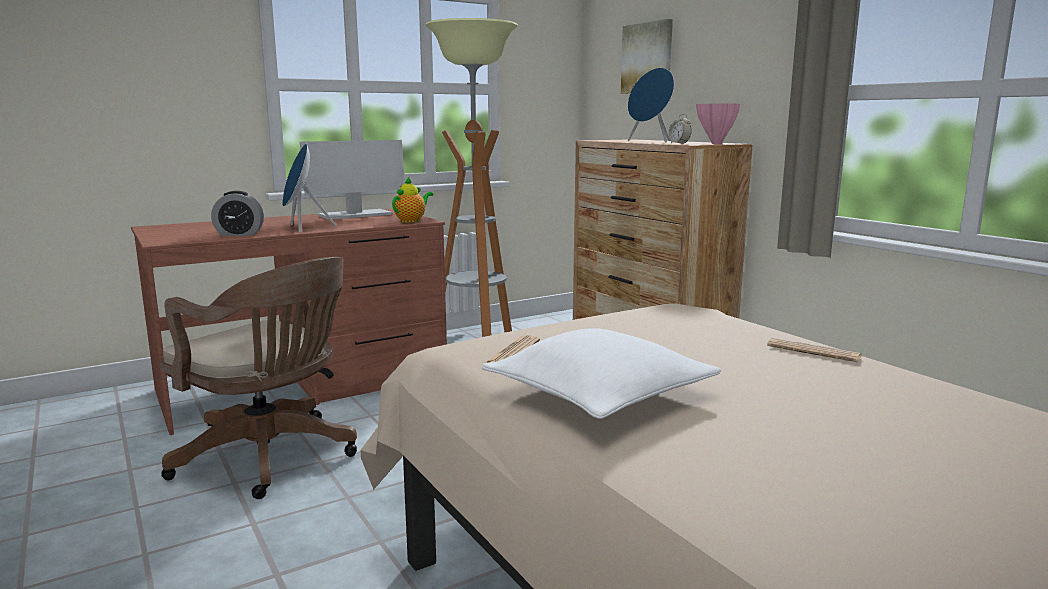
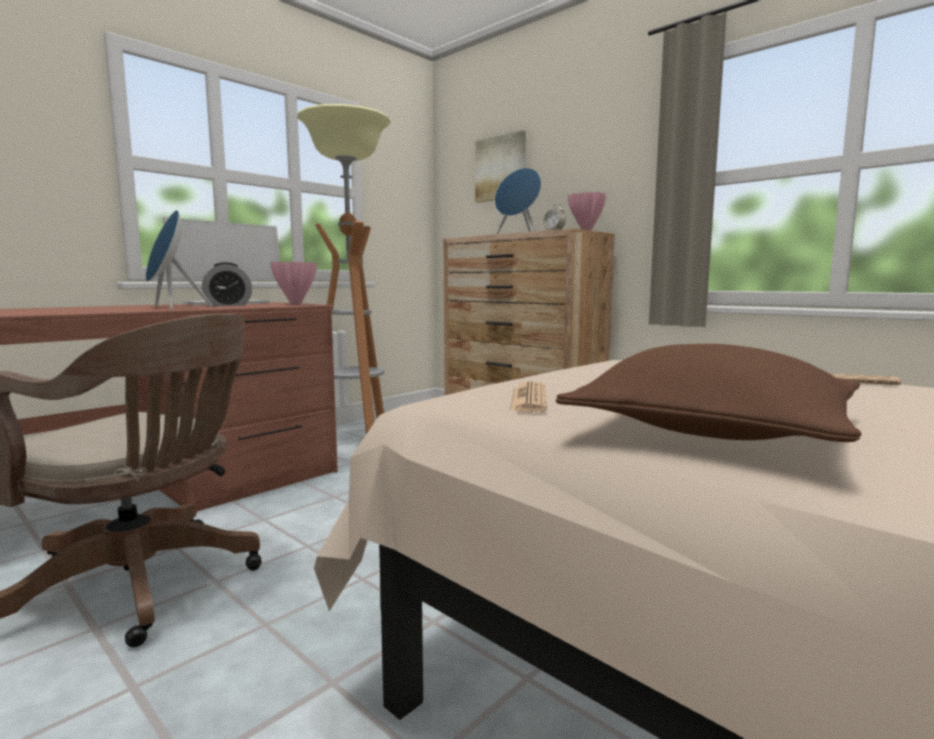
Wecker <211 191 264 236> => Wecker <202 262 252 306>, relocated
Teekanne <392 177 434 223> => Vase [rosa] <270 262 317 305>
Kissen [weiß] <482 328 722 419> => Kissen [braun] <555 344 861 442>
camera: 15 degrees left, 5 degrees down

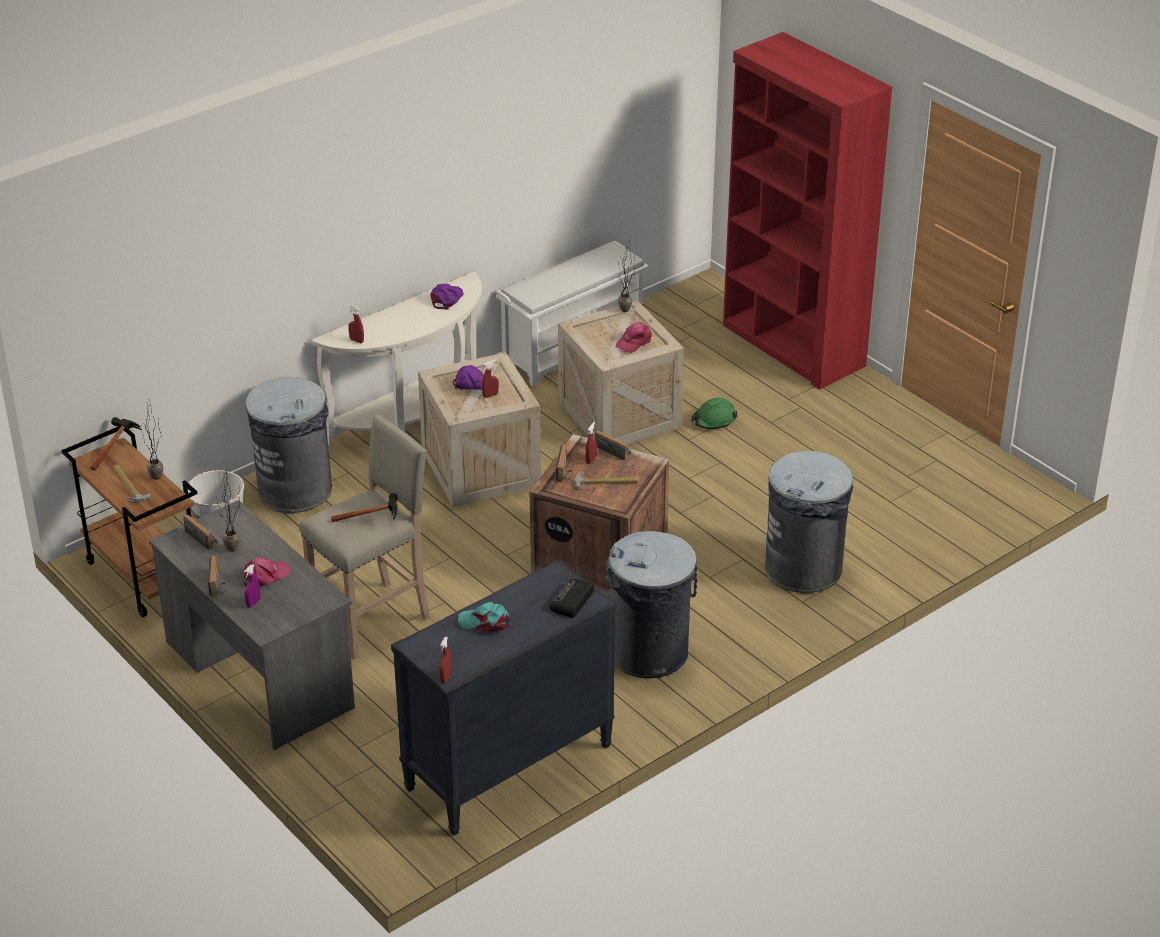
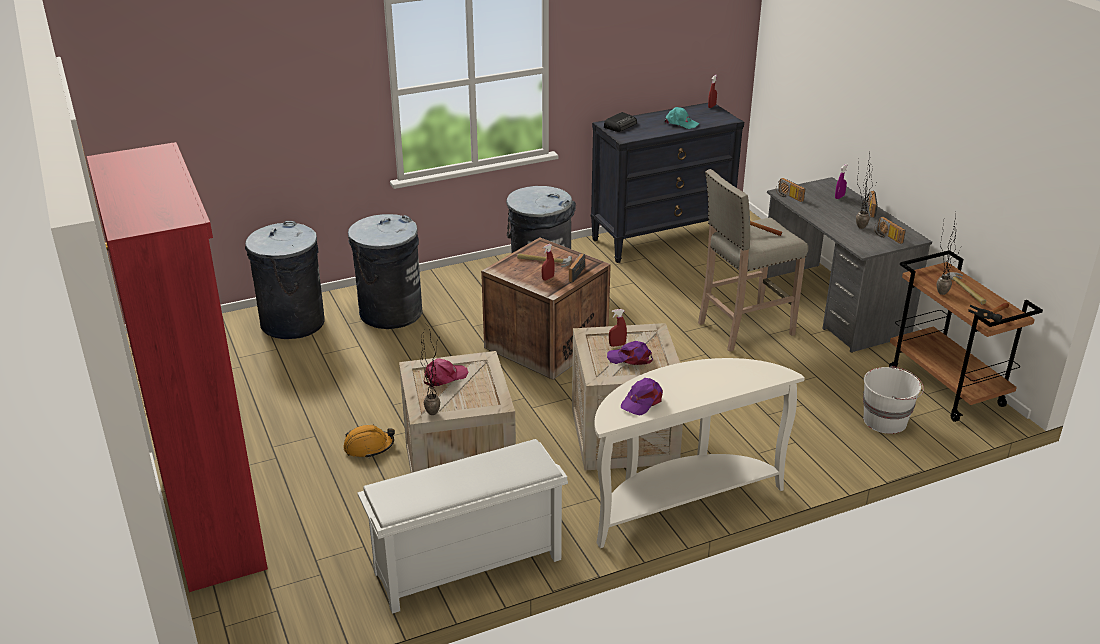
Mülleimer [grau] <245 377 332 513> => Mülleimer [grau] <245 221 325 339>, relocated
Schutzhelm [grün] <691 398 738 429> => Schutzhelm [orange] <343 425 395 458>
Radio <595 431 631 460> => Radio <776 178 805 202>, relocated
Kappe [rosa] <243 557 291 587> => nothing
Sprühflasche [rot] <348 305 364 343> => nothing
camera: 165 degrees left, 5 degrees down

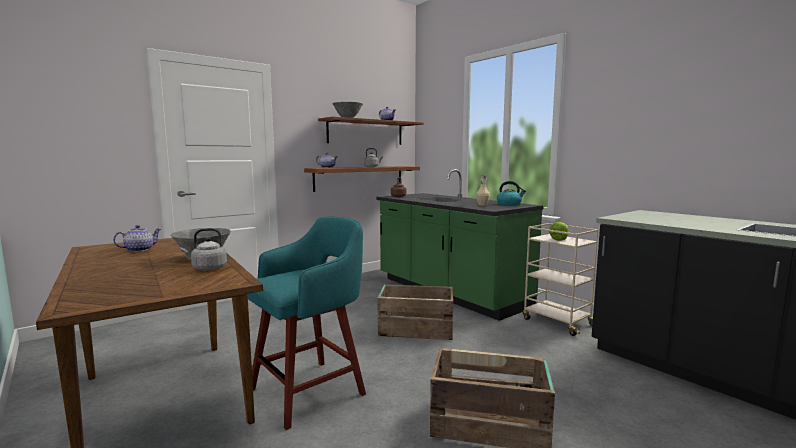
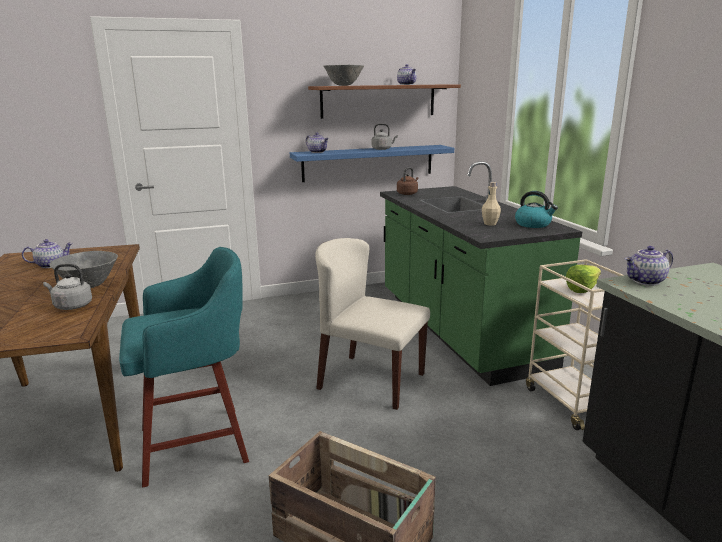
Wandregal [braun] <304 166 420 192> => Wandregal [blau] <290 145 454 182>
Kiste <377 284 453 340> => Stuhl [beige] <315 238 430 410>
nothing => Teekanne <625 246 673 285>
camera: 20 degrees right, 10 degrees up

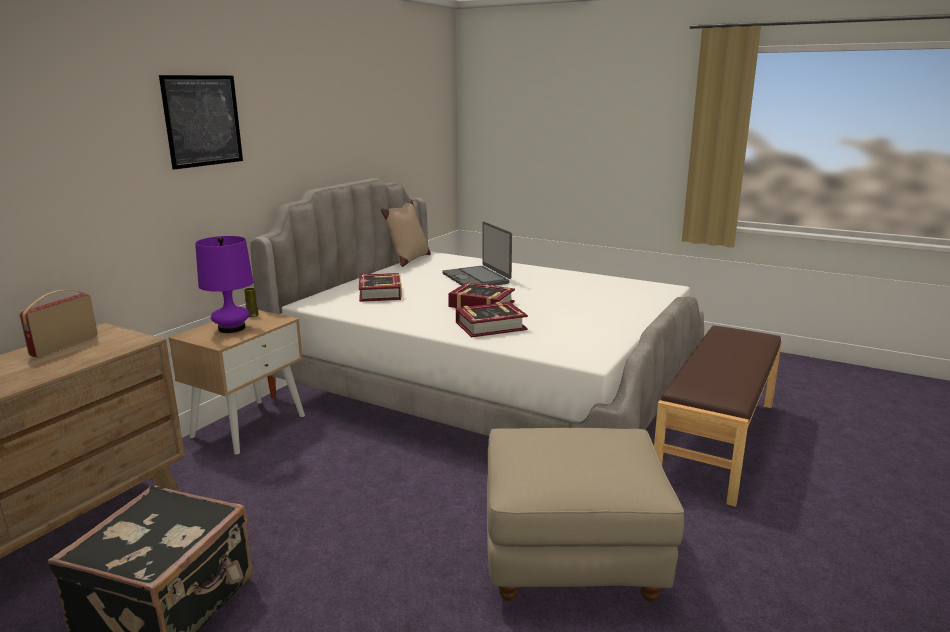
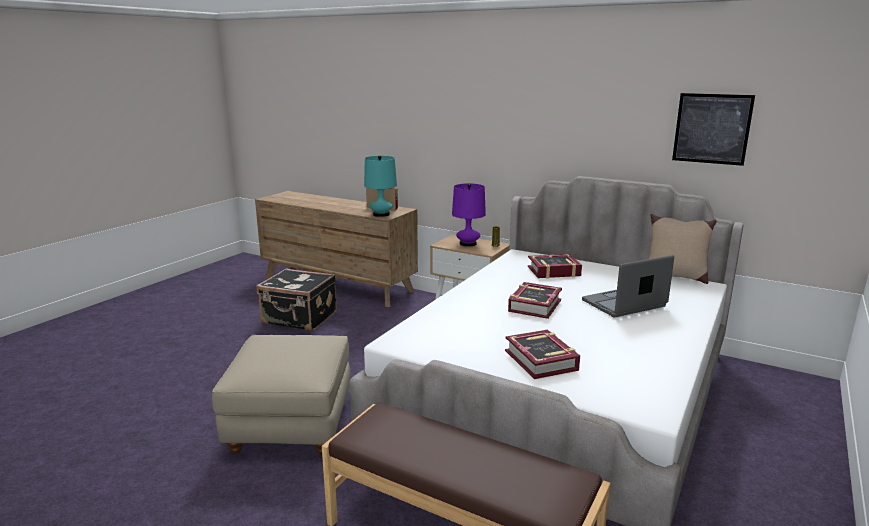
nothing => Tischlampe [türkis] <364 156 397 217>
Buch <456 302 528 337> => Buch <505 330 580 379>, relocated
Bild <159 75 243 170> => Bild <672 93 755 166>, relocated
camera: 90 degrees right, 0 degrees up

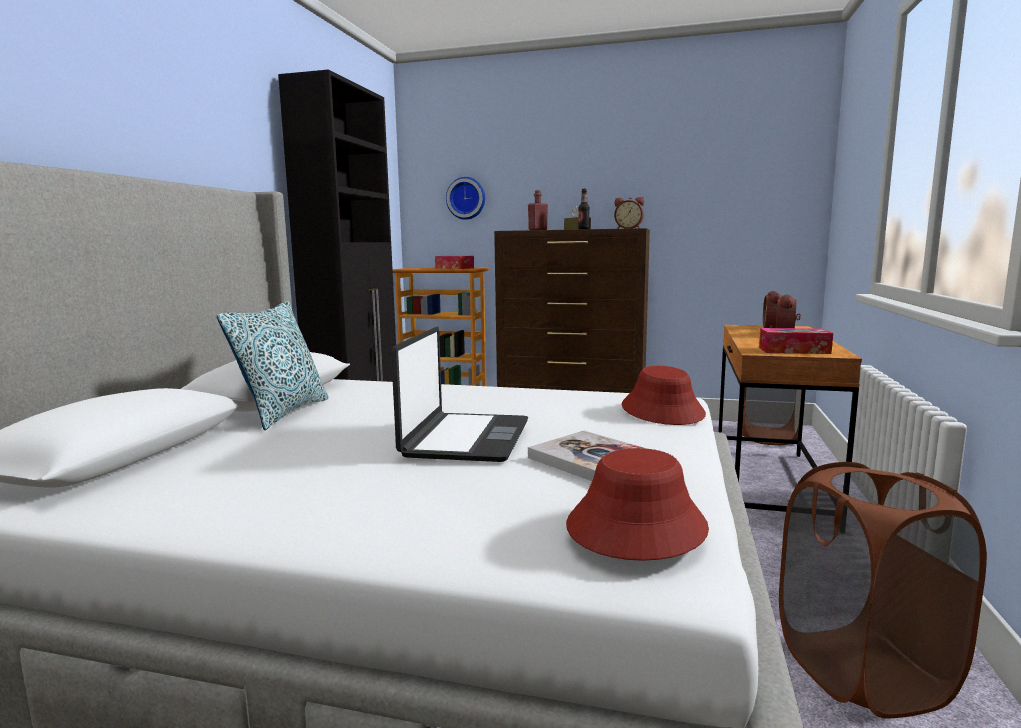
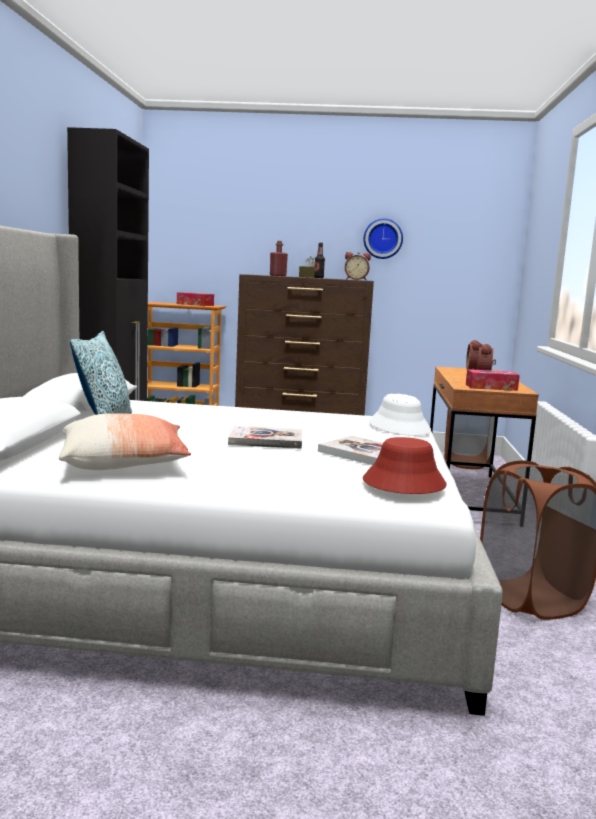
nothing => Kissen <59 413 191 470>
Laptop <391 327 528 462> => Buch <228 425 302 449>
Wanduhr <446 177 485 220> => Wanduhr <364 219 403 259>, relocated
Hut [rot] <622 366 706 425> => Hut [weiß] <369 394 431 436>
camera: 10 degrees left, 0 degrees up

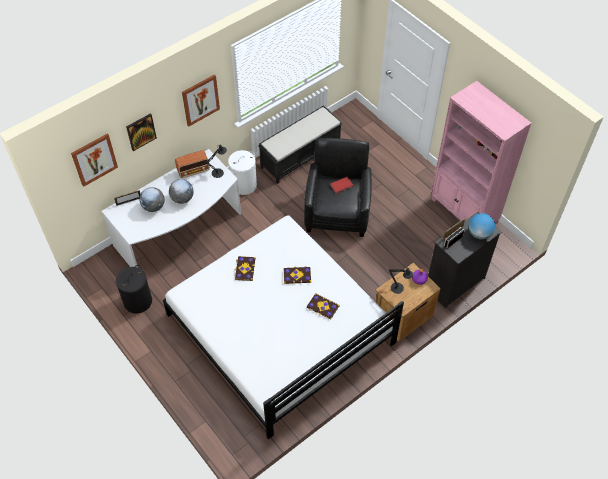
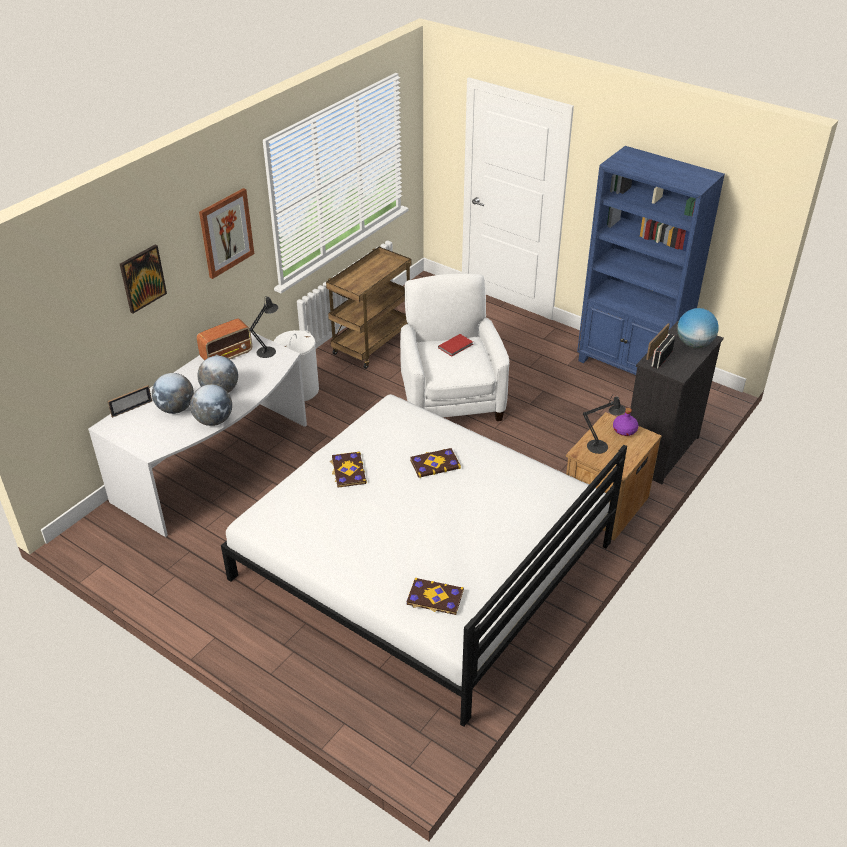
nothing => Globus <190 384 232 426>
Bank [schwarz] <258 105 342 184> => Rollwagen [braun] <326 247 411 369>
Sessel [schwarz] <304 138 372 237> => Sessel [weiß] <400 274 509 421>
Buch <307 293 340 320> => Buch <406 578 464 615>, relocated
Bücherregal [rosa] <431 81 532 225> => Bücherregal [blau] <577 146 725 375>
Bild <71 134 118 187> => nothing
Wäschekorb [schwarz] <116 265 152 314> => nothing
camera: 15 degrees left, 15 degrees down

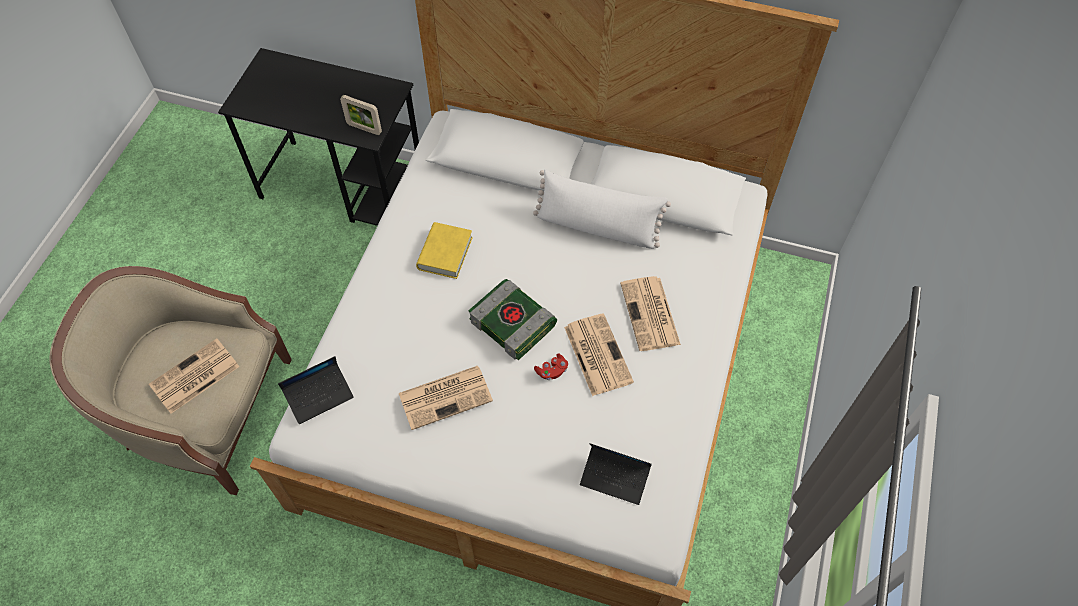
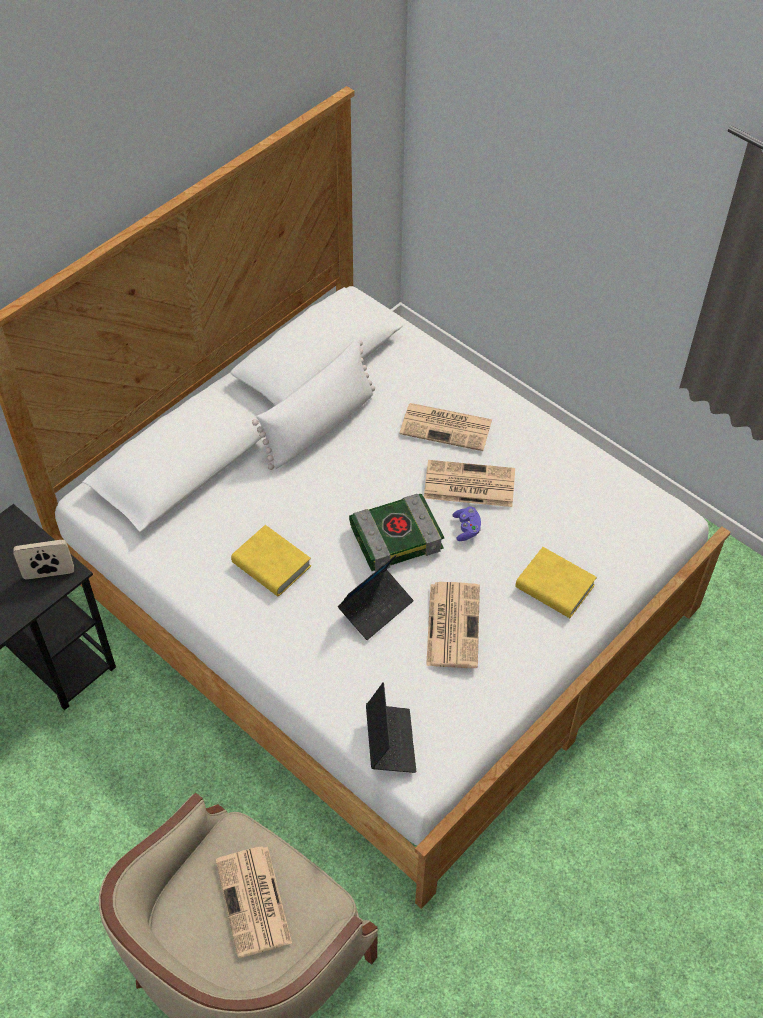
Bilderrahmen <340 95 382 135> => Bilderrahmen <13 540 74 580>, 150 degrees counterclockwise
Laptop <580 443 652 505> => Laptop <338 555 414 640>, relocated
Gamepad [rot] <534 353 568 380> => Gamepad [lila] <452 507 481 541>
nothing => Buch [gelb] <515 547 597 618>
camera: 65 degrees left, 5 degrees down

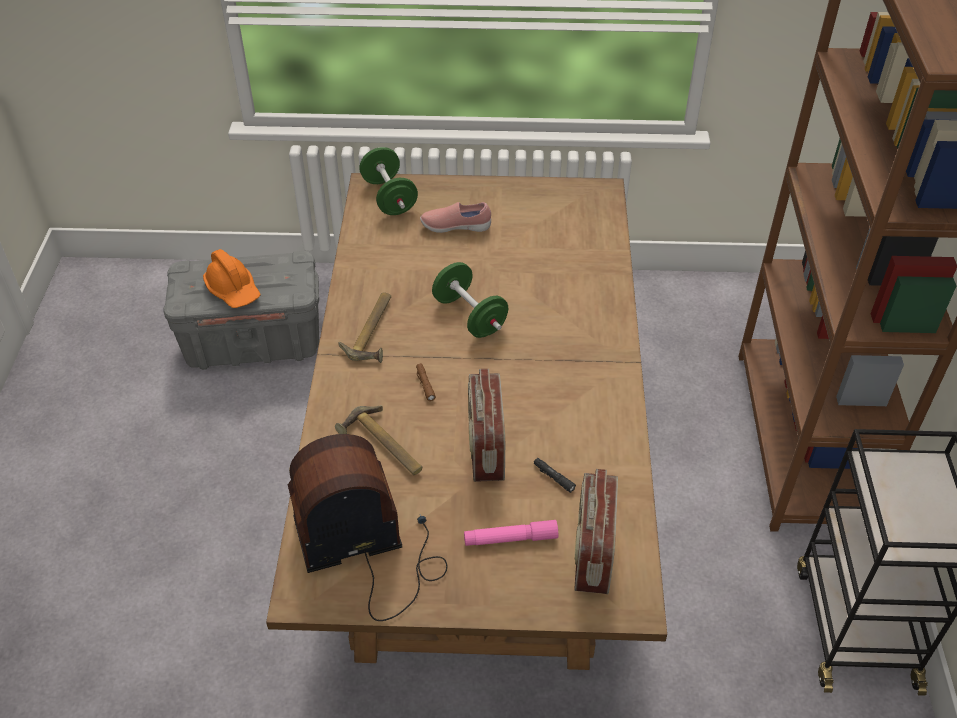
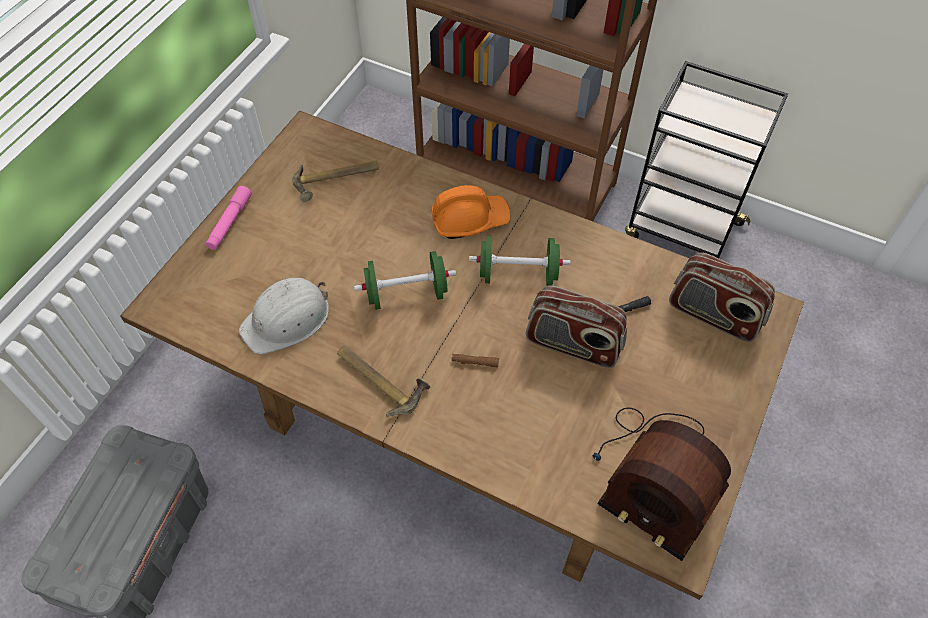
Taschenlampe [rosa] <464 520 558 546> => Taschenlampe [rosa] <206 186 252 250>, relocated
nothing => Schutzhelm [weiß] <239 278 329 355>
Hammer <335 405 422 475> => Hammer <292 161 379 202>, relocated
Schutzhelm [orange] <203 249 261 308> => Schutzhelm [orange] <432 185 510 239>, relocated
Hantel [grün] <359 147 418 215> => Hantel [grün] <469 235 570 286>, relocated
Radio <288 434 448 621> => Radio <593 407 731 561>, 60 degrees counterclockwise
Schuh [rosa] <420 202 491 233> => nothing
camera: 65 degrees left, 10 degrees up

